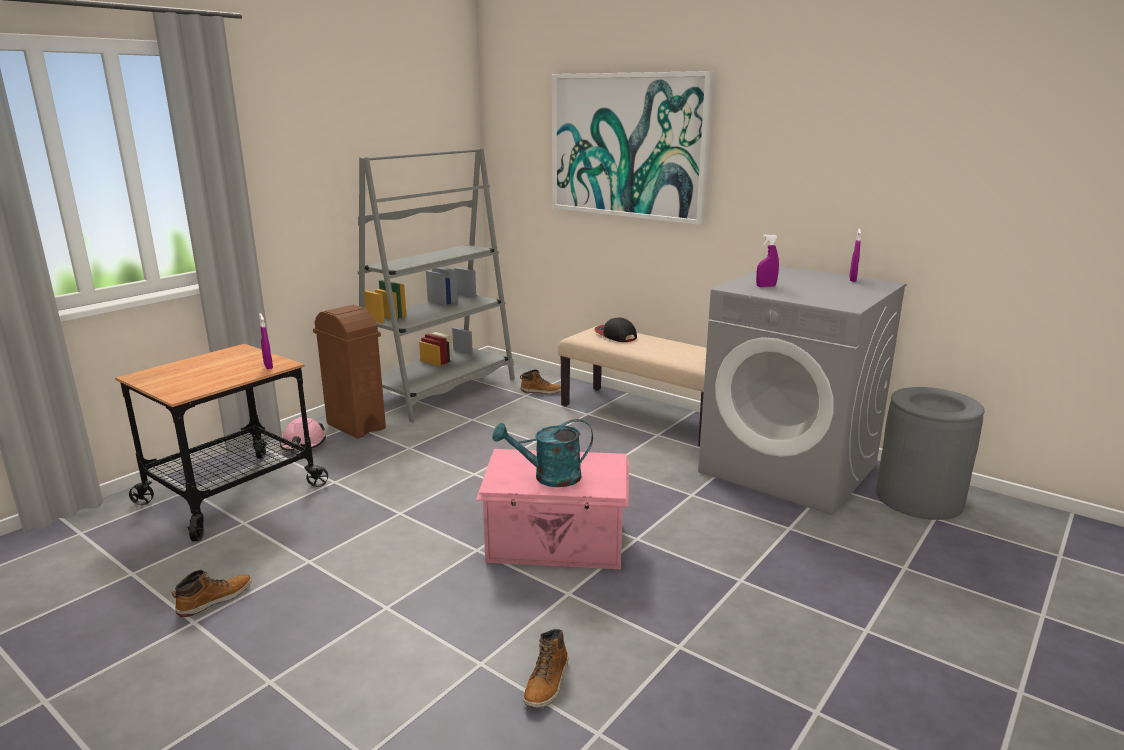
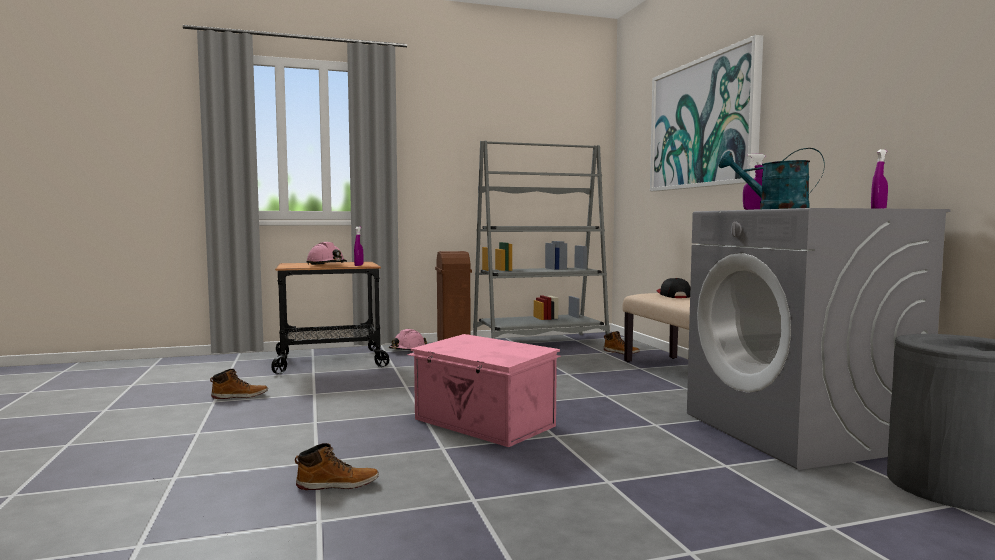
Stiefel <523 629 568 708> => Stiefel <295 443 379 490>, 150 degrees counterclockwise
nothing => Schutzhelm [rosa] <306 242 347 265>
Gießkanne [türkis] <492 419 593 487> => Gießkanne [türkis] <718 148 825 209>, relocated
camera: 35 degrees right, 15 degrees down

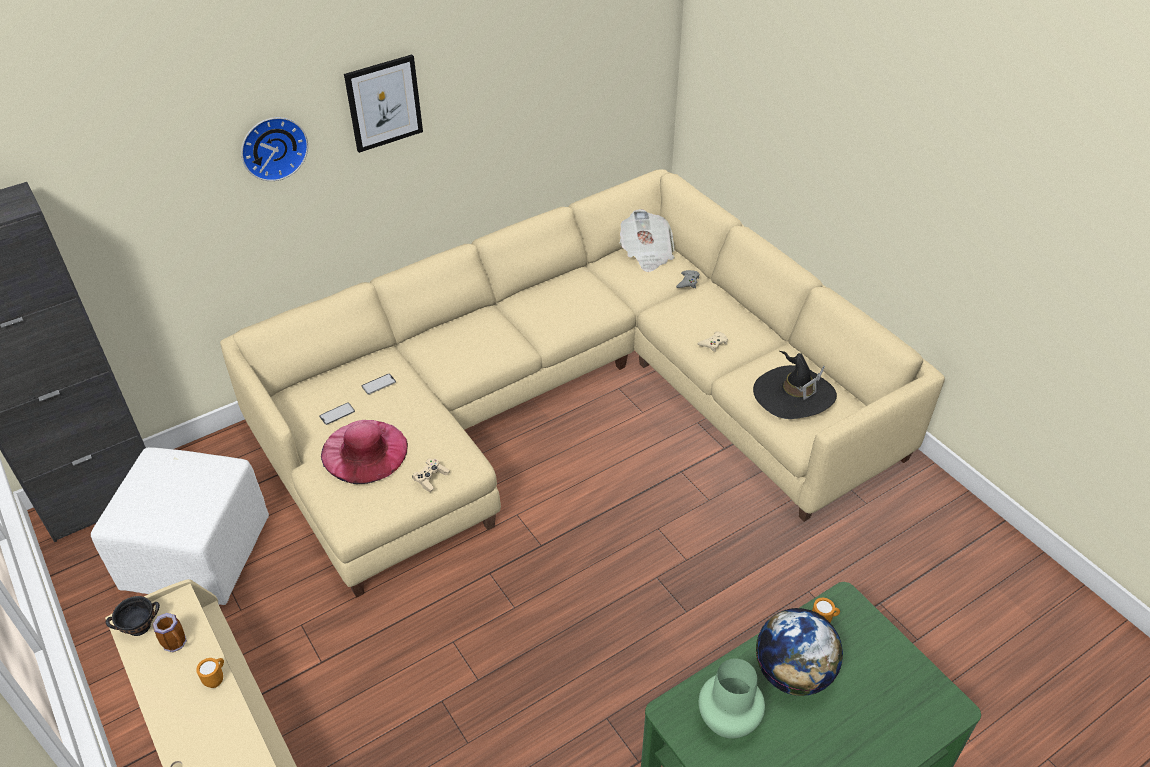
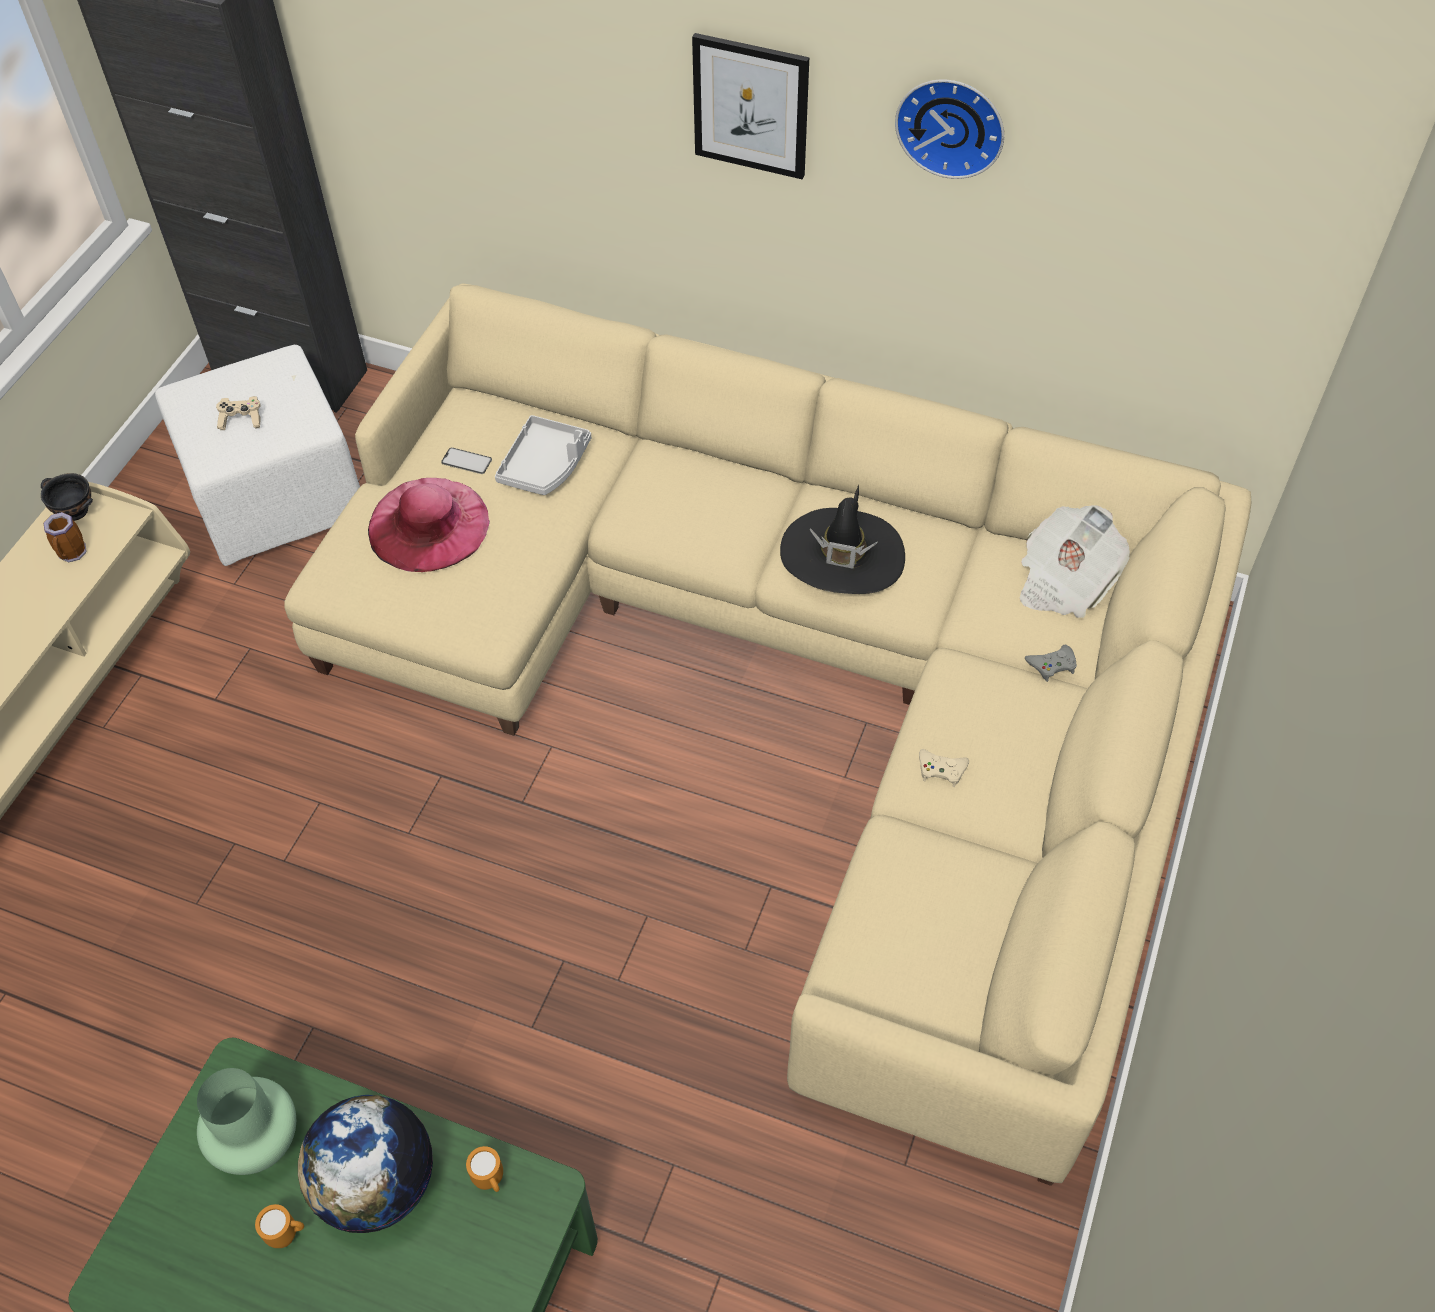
Gamepad [beige] <412 458 450 492> => Gamepad [beige] <216 396 261 430>, relocated
Henkelbecher [orange] <196 658 224 688> => Henkelbecher [orange] <255 1204 304 1248>, relocated
Handy <362 374 396 395> => Tablett [grau] <495 415 591 495>
Hut [schwarz] <753 351 837 419> => Hut [schwarz] <780 485 905 594>, relocated
Wanduhr <241 117 308 181> => Wanduhr <895 80 1004 179>, relocated
camera: 55 degrees right, 10 degrees up

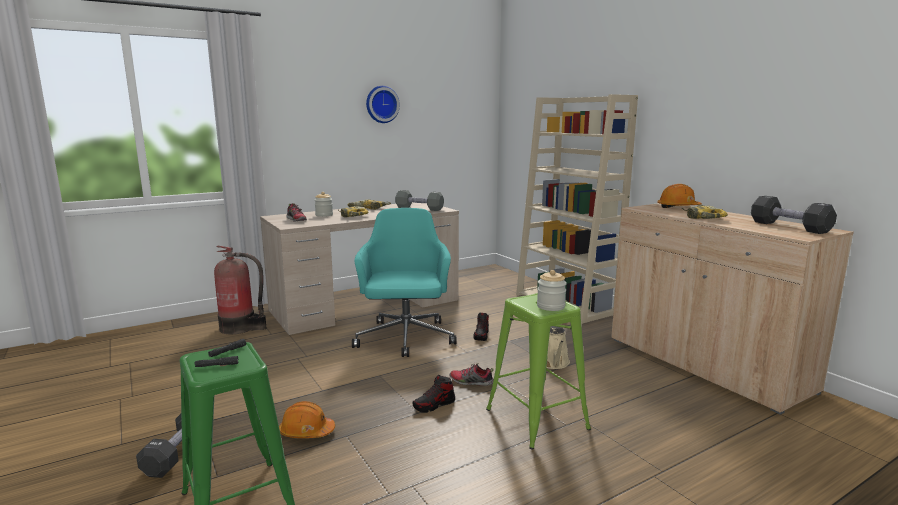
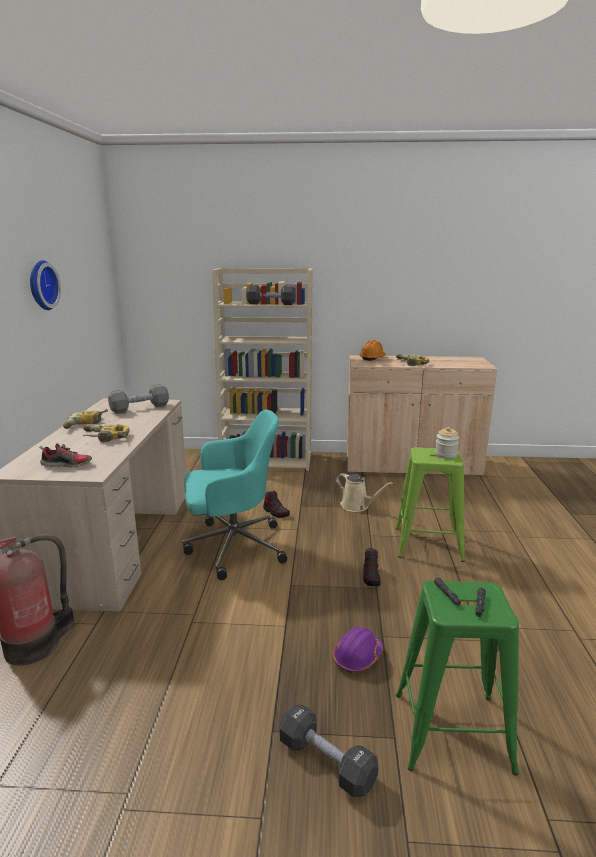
Bürostuhl [türkis] <352 208 457 357> => Bürostuhl [türkis] <182 410 287 580>, 135 degrees clockwise
Hantel [schwarz] <751 196 837 234> => Hantel [schwarz] <246 285 296 305>, relocated
Schutzhelm [orange] <279 401 335 438> => Schutzhelm [lila] <333 626 383 673>
Vorratsglas <315 192 333 217> => nothing
Schuh <450 363 494 386> => nothing
camera: 55 degrees left, 5 degrees up

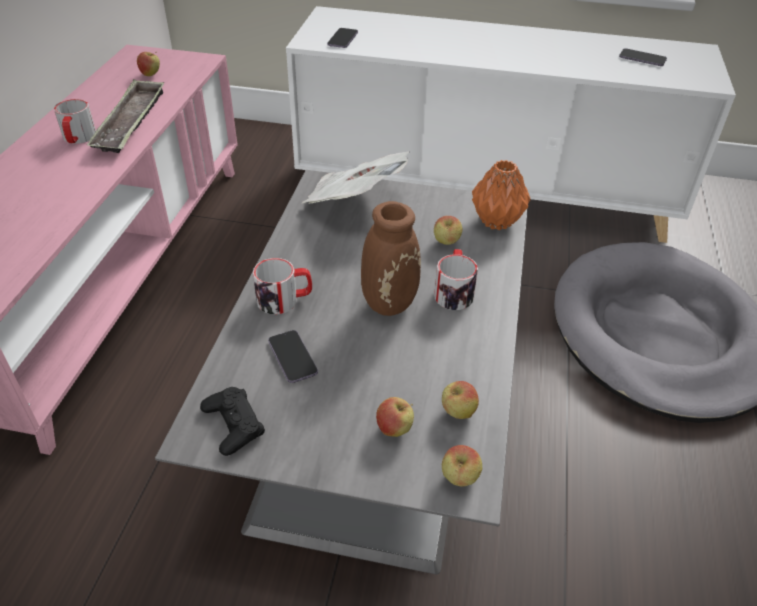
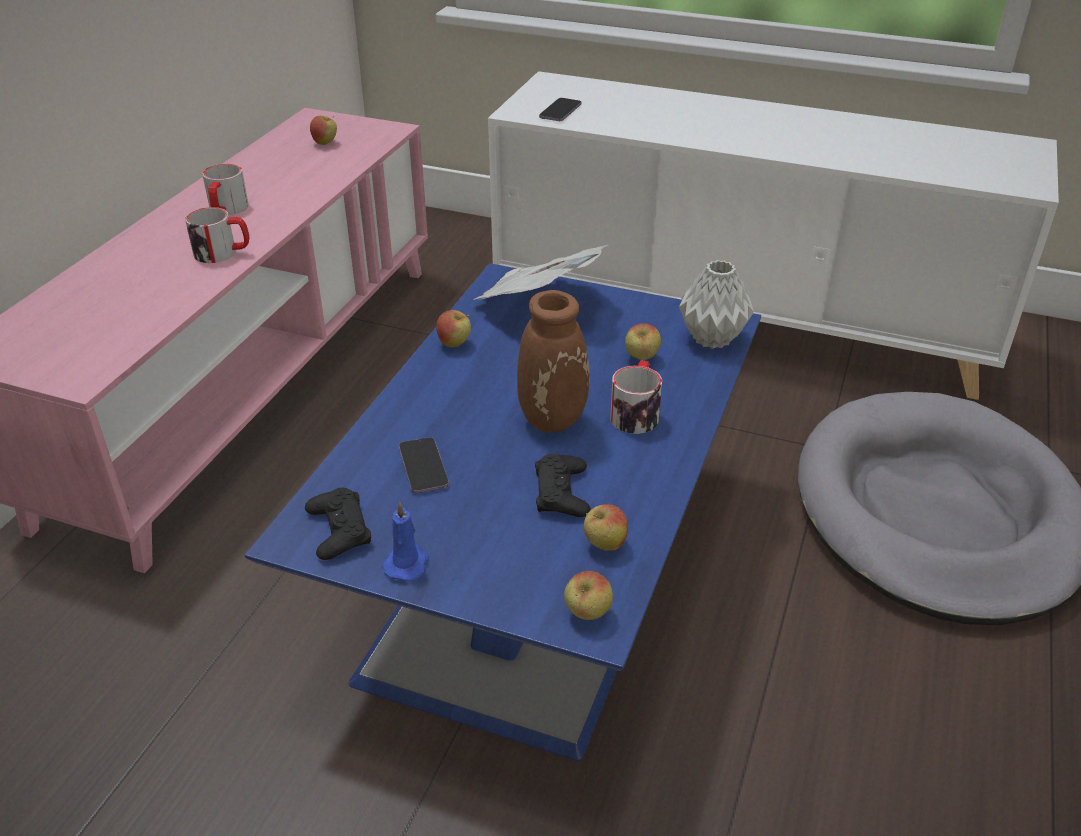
Henkelbecher <253 258 312 314> => Henkelbecher <185 207 249 263>, relocated
Couchtisch [grau] <155 170 528 574> => Couchtisch [blau] <245 263 761 761>
nothing => Kerze [blau] <382 501 429 582>
Apfel <376 397 414 437> => Apfel <436 310 471 347>, relocated
nothing => Gamepad [schwarz] <535 454 591 517>
Vase [orange] <472 160 531 230> => Vase [grau] <679 260 754 349>
Tablett <87 79 164 153> => nothing
Handy <619 48 667 66> => nothing
camera: 10 degrees right, 5 degrees down

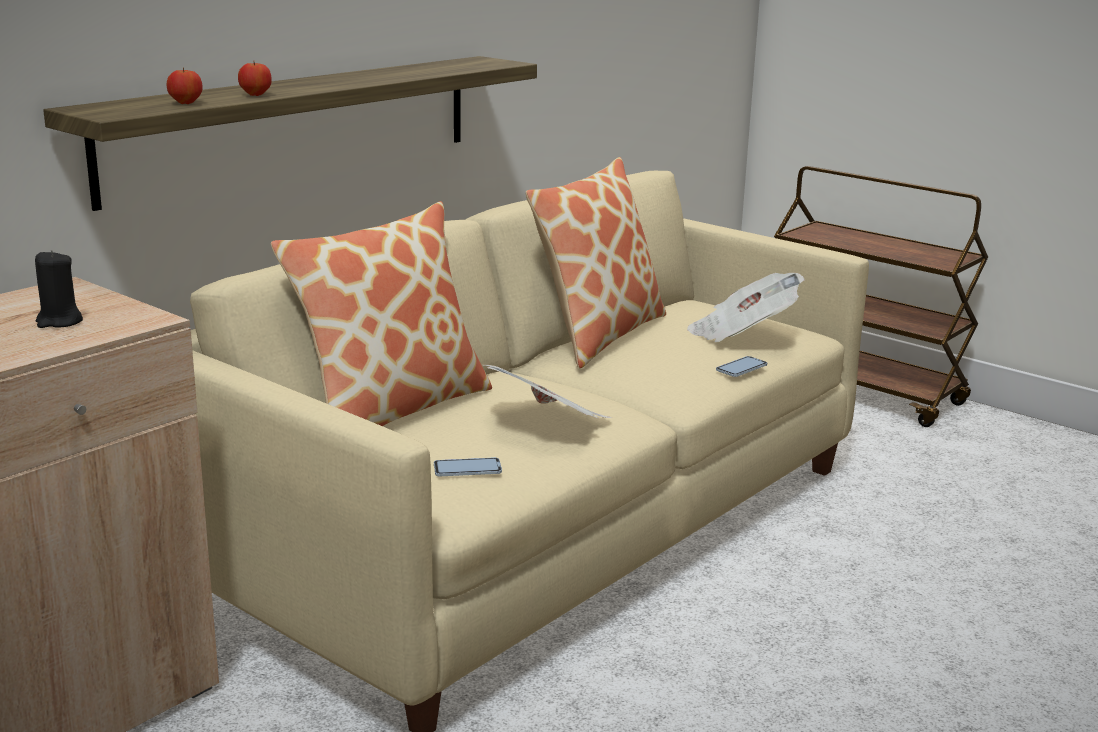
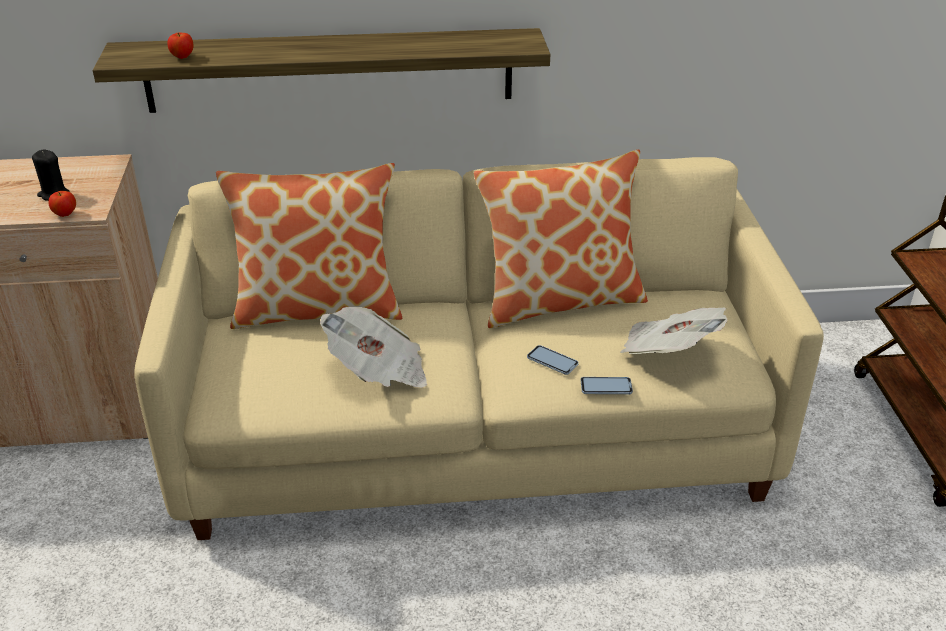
Apfel <238 61 272 96> => Apfel <48 191 76 217>, relocated
Handy <434 458 502 476> => Handy <527 345 579 375>, relocated
camera: 45 degrees right, 15 degrees up

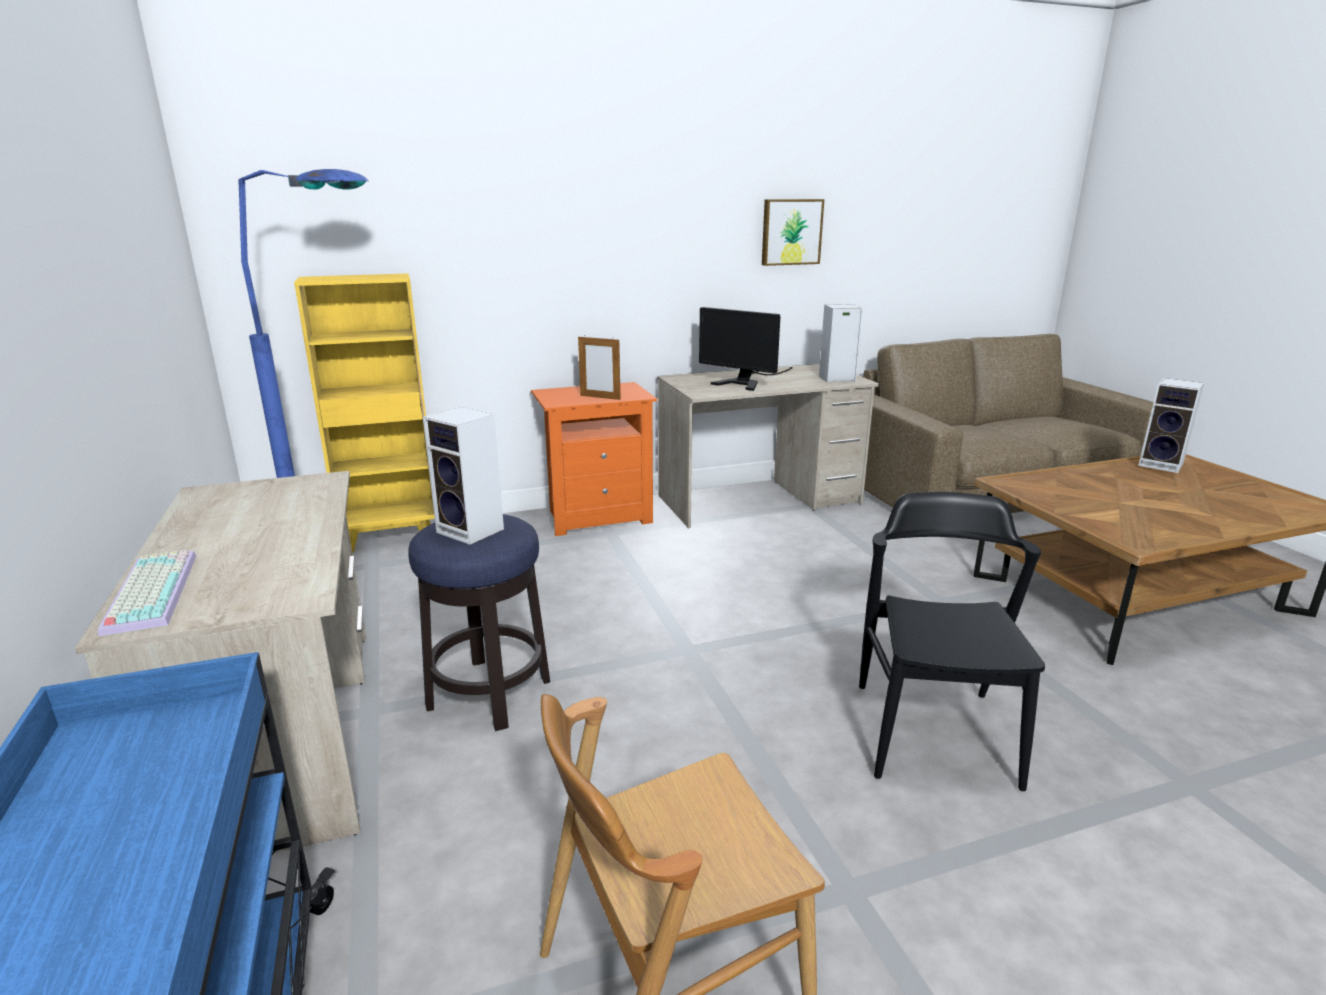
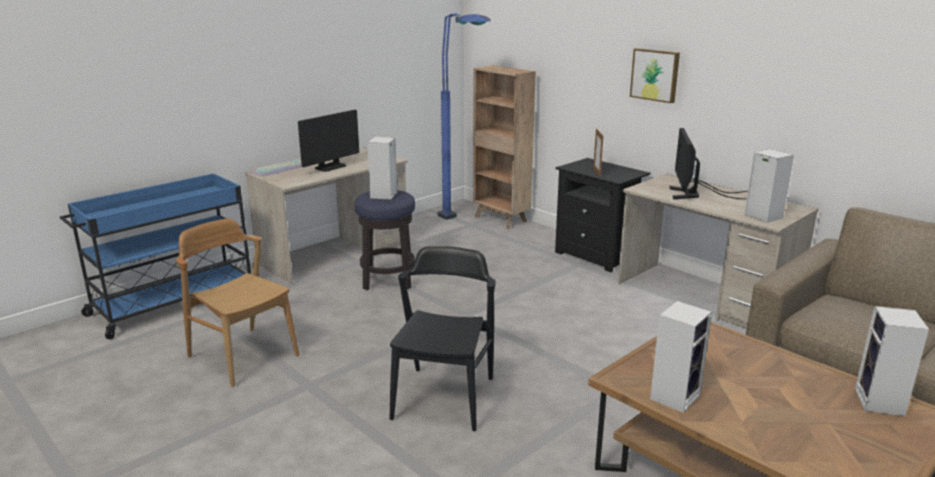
nothing => Monitor <298 110 359 172>
Stuhl [schwarz] <859 492 1045 792> => Stuhl [schwarz] <390 246 496 431>, 60 degrees counterclockwise
Bücherregal [gelb] <294 273 435 553> => Bücherregal [braun] <473 65 536 229>
Nachttisch [orange] <531 382 657 536> => Nachttisch [schwarz] <555 158 651 273>
Bild <762 199 824 266> => Bild <630 48 680 103>, relocated
nothing => Lautsprecher <650 301 712 413>
camera: 65 degrees right, 0 degrees up

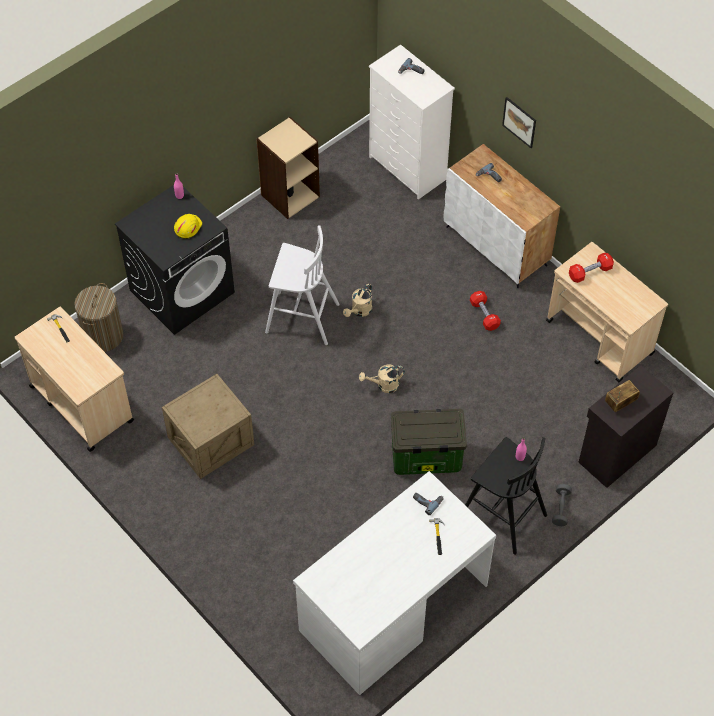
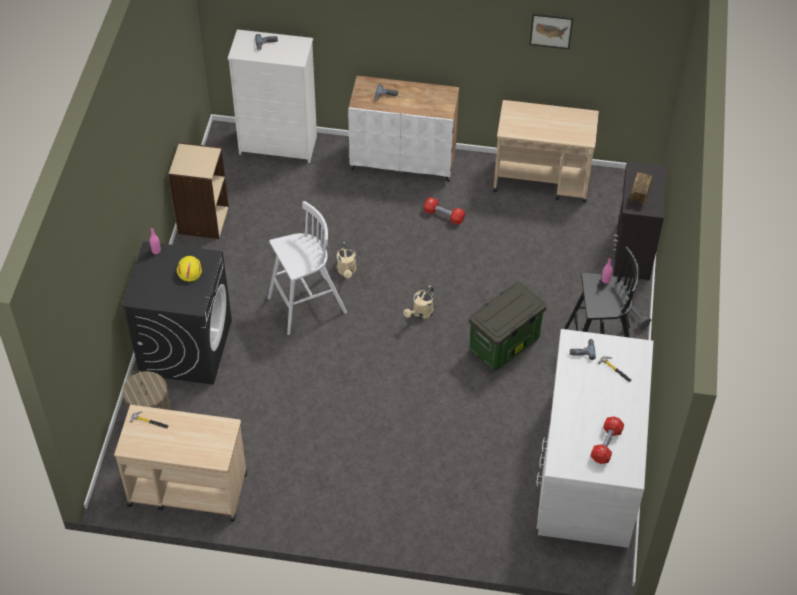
Bild <502 97 536 148> => Bild <530 14 573 49>, relocated
Hantel [rot] <569 253 614 283> => Hantel [rot] <591 417 624 464>, relocated
Kiste <162 374 254 479> => nothing
camera: 40 degrees left, 5 degrees down

